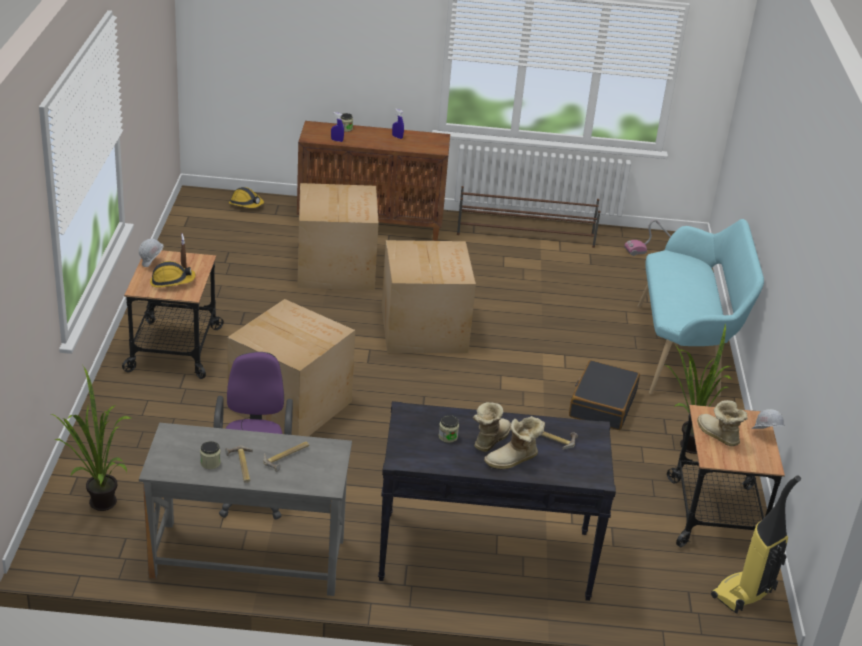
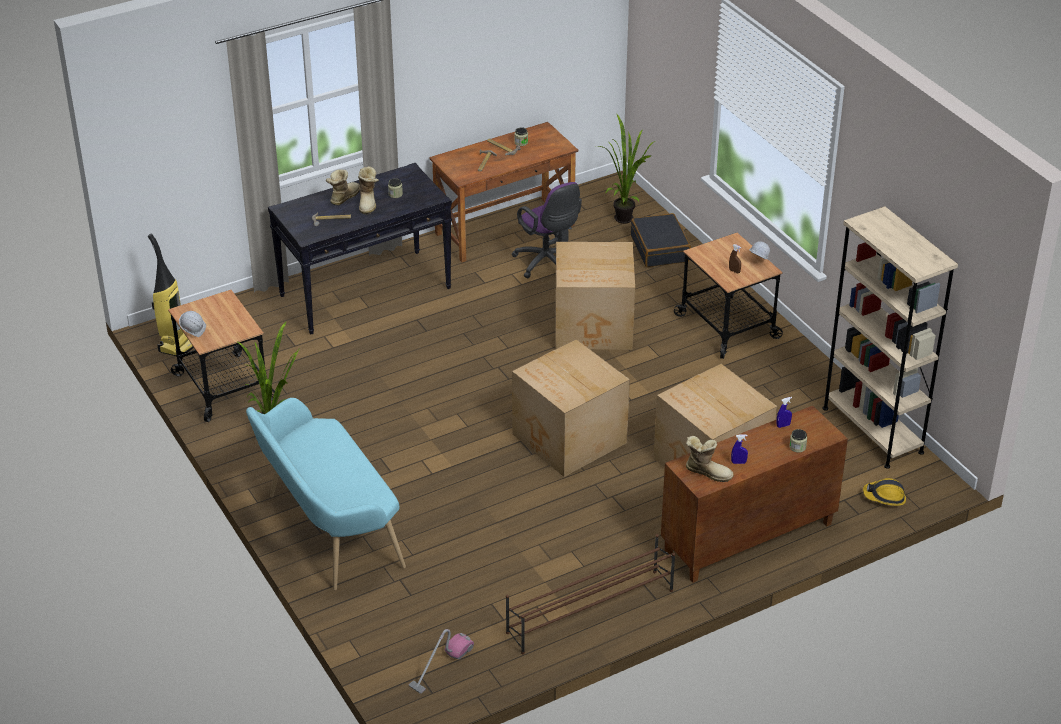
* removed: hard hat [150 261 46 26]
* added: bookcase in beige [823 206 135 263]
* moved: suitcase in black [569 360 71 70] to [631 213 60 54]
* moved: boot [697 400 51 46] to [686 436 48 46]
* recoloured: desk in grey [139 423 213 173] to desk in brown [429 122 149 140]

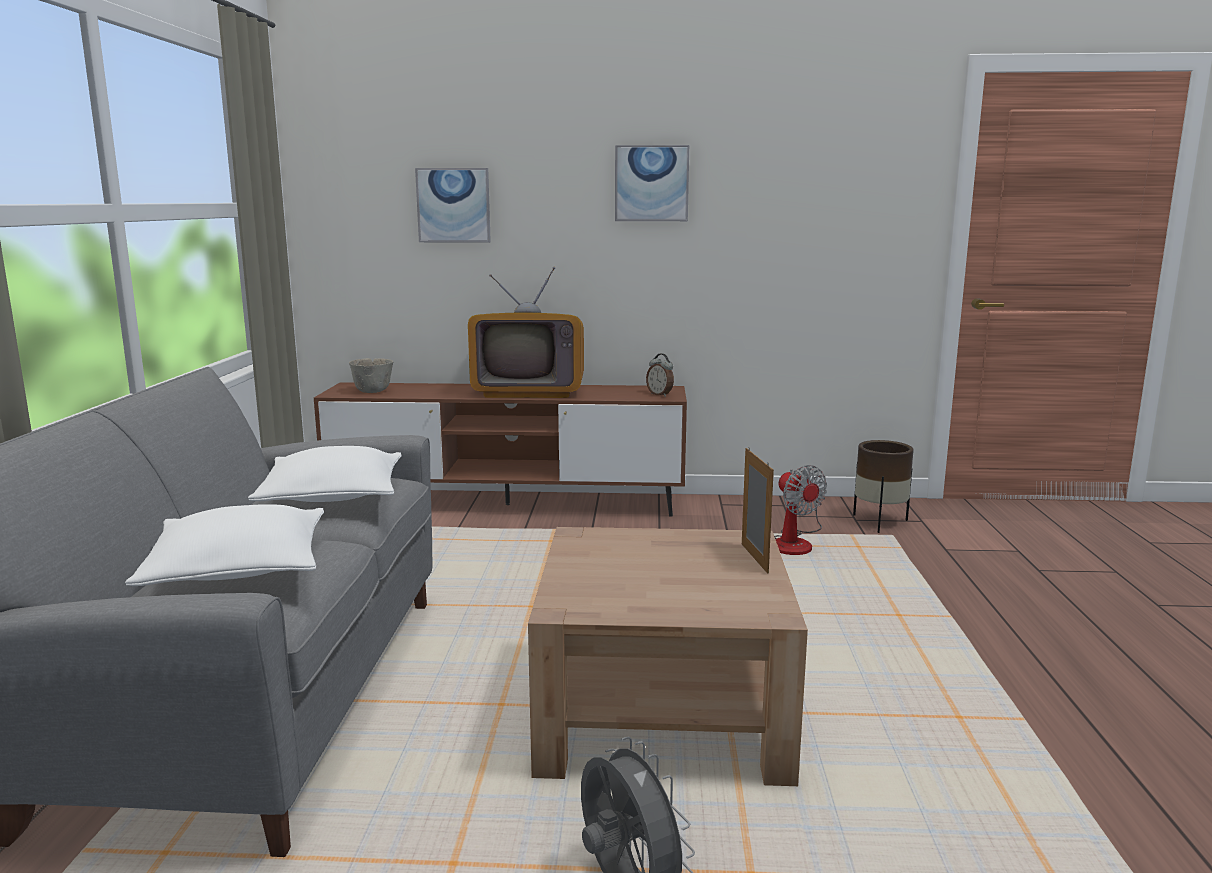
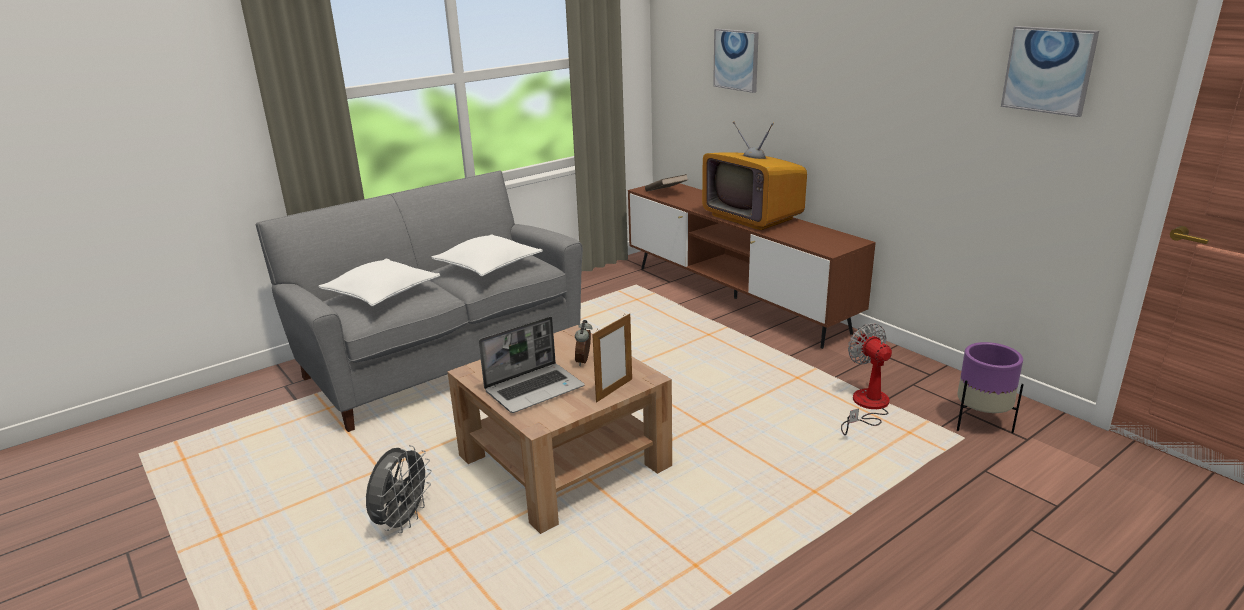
* added: laptop [479 316 105 97]
* moved: picture [615 145 74 76] to [1001 26 98 91]
* moved: alarm clock [646 354 28 43] to [575 320 17 46]
* replaced: bowl in grey [349 358 44 35] to book in brown [645 174 43 17]
* recoloured: planter in brown [853 440 61 93] to planter in purple [957 342 67 91]
* turned: fan [774 465 53 90] = [841 323 51 112] 135 degrees clockwise

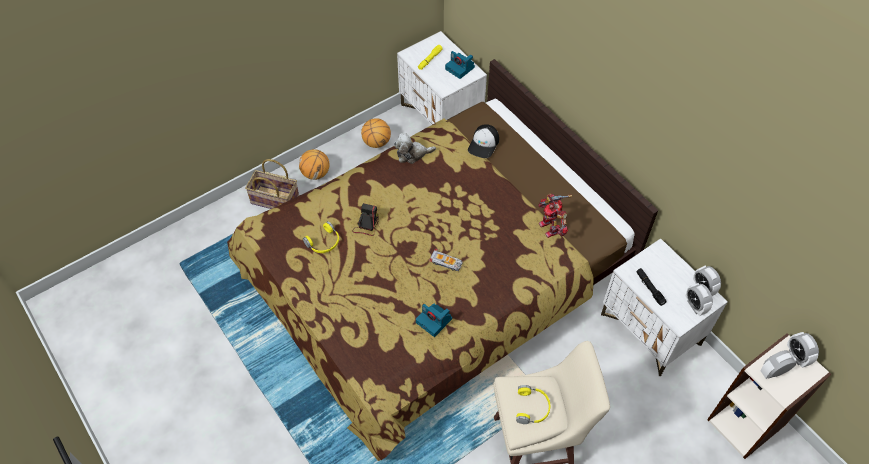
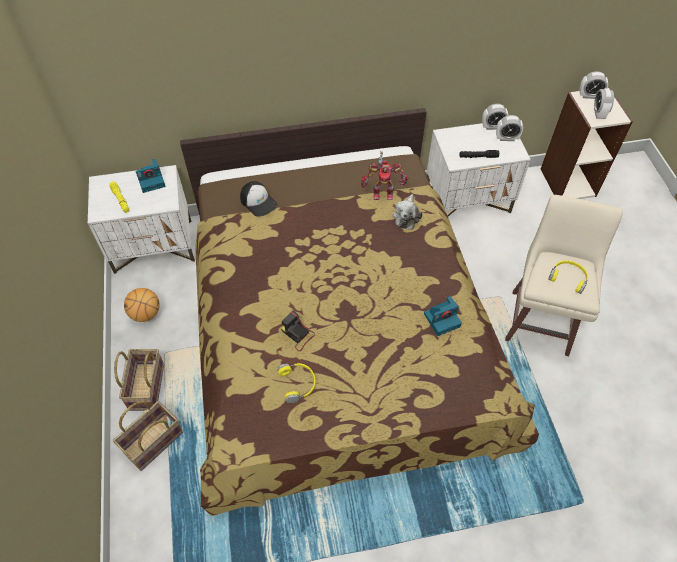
* removed: toy car [429 249 34 22]
* moved: plush toy [394 133 42 31] to [392 194 30 36]
* replaced: basketball [299 149 30 31] to basket [114 349 50 62]

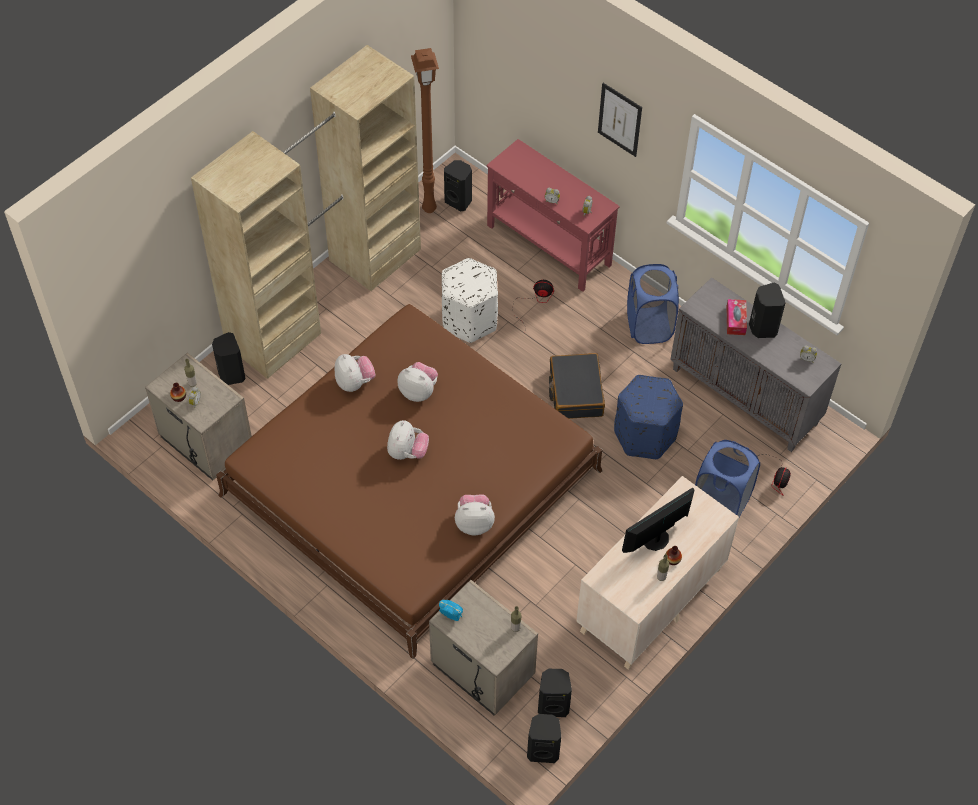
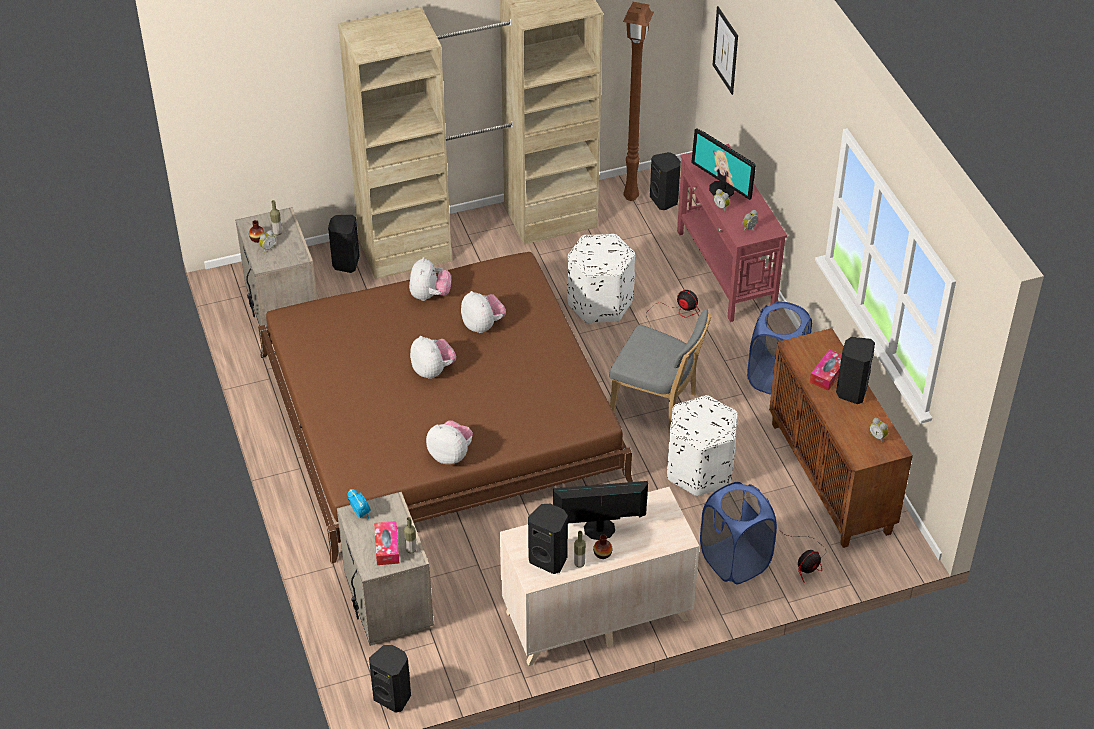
* added: tissue box [374 521 25 44]
* added: monitor [691 128 65 72]
* moved: speaker in black [538 669 34 48] to [528 504 40 70]
* moved: picture [598 83 44 74] to [713 6 25 89]
* replaced: suitcase in black [549 353 56 66] to chair in grey [610 309 102 124]
* recoloured: ottoman in blue [614 375 69 84] to ottoman in white [667 395 71 101]
* recoloured: cabinet in grey [670 277 171 175] to cabinet in brown [769 328 144 220]
* turned: plush toy [387 420 42 40] = [410 336 46 43] 75 degrees counterclockwise

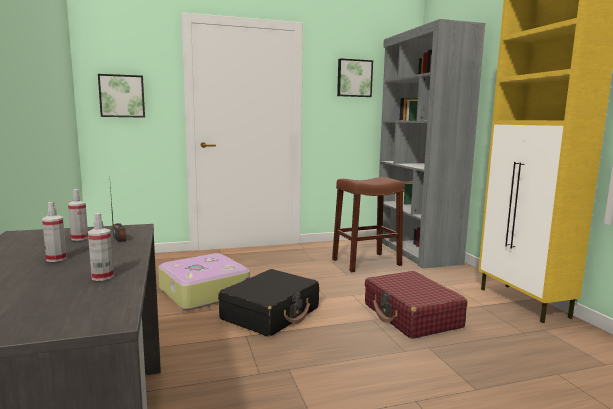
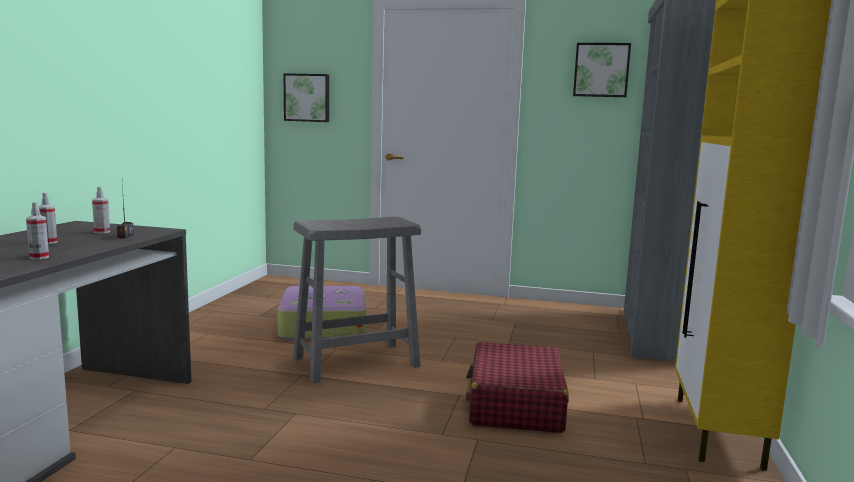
* removed: stool in brown [332 177 72 95]
* replaced: suitcase in black [218 269 101 68] to stool in grey [293 217 128 166]

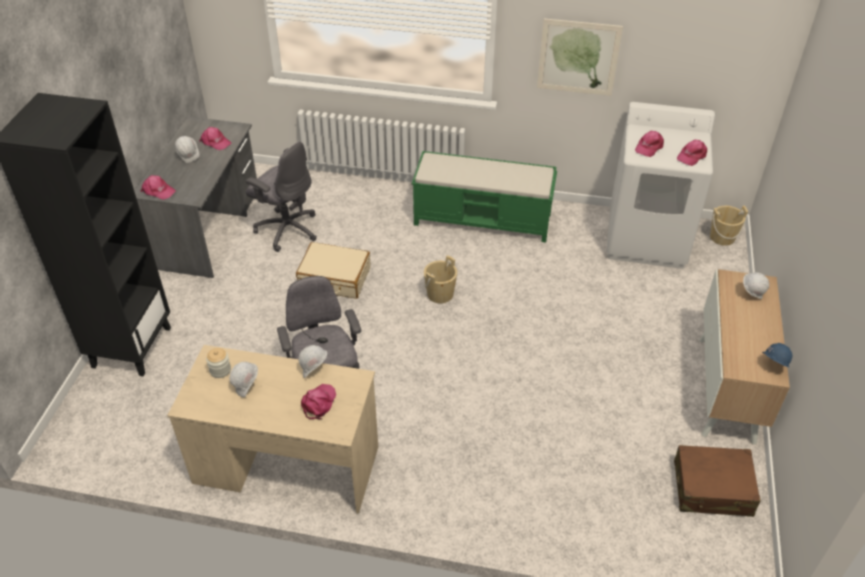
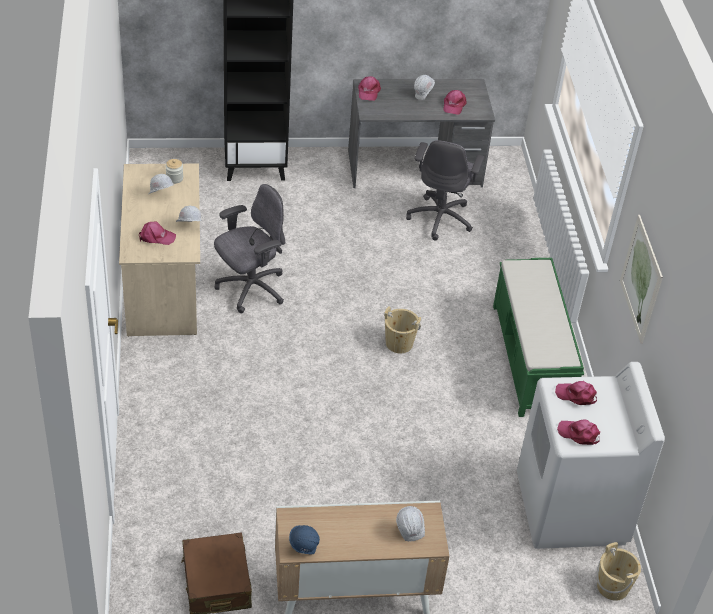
* removed: suitcase in beige [296 242 75 57]

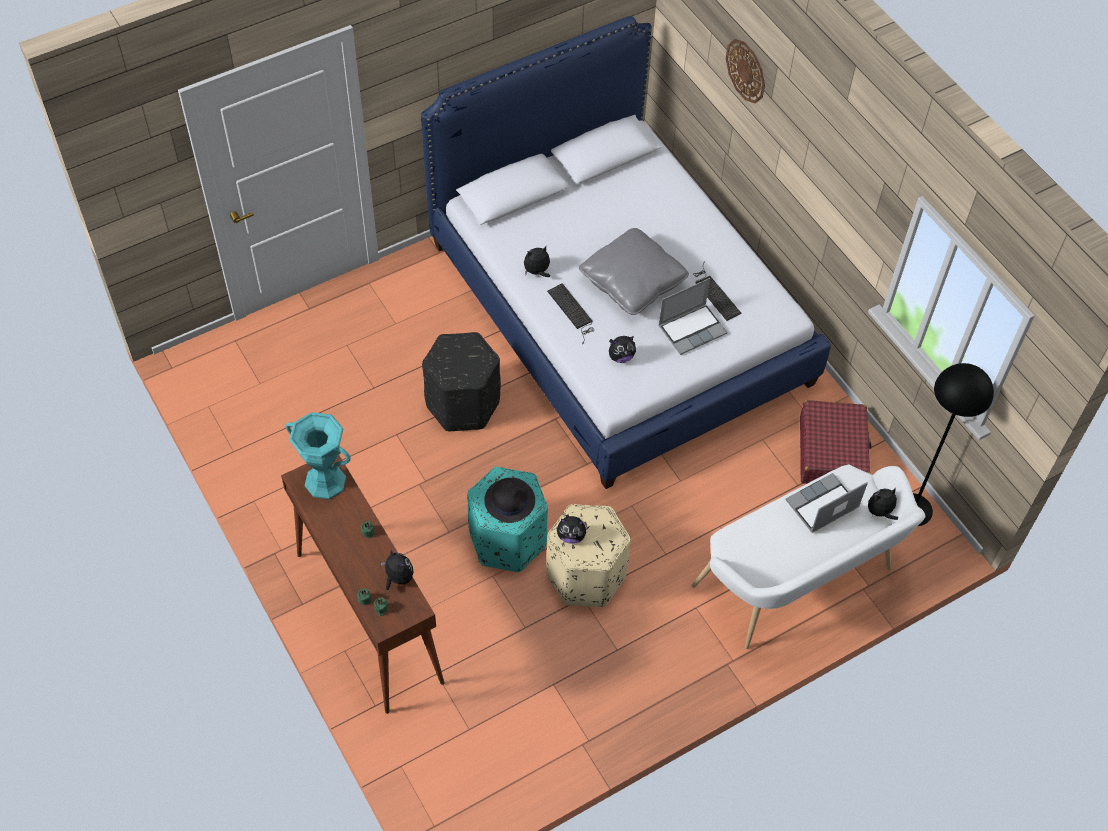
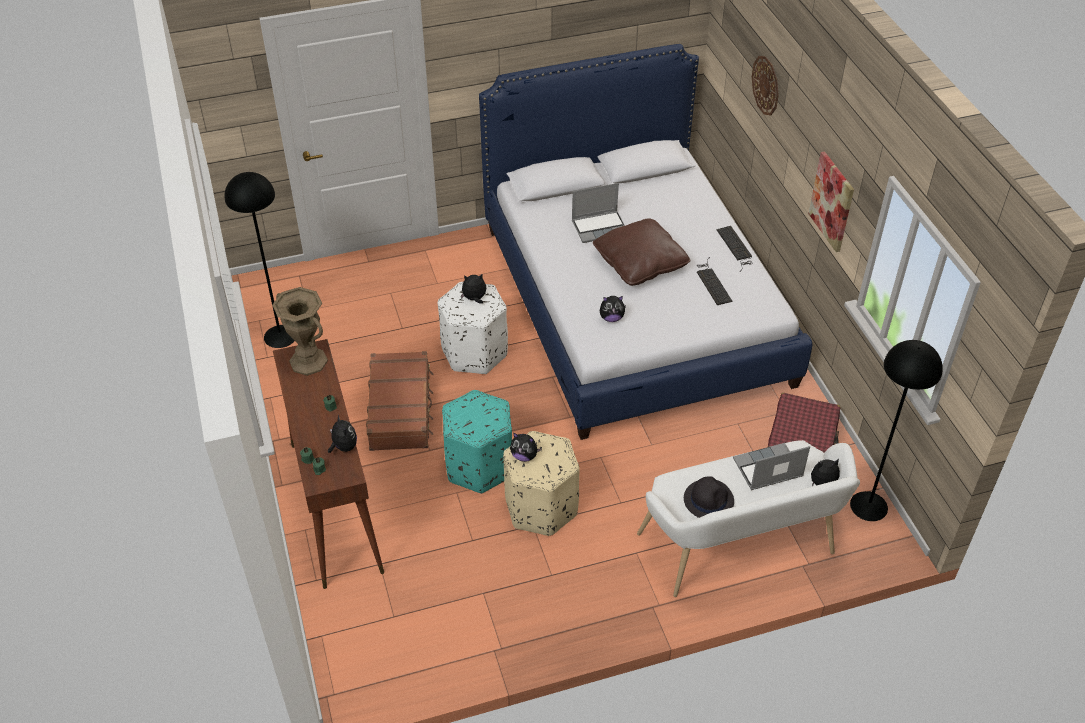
* added: floor lamp in black [224 172 71 176]
* added: suitcase in brown [366 351 67 100]
* added: picture [808 151 46 101]
* moved: hat in black [484 478 51 45] to [684 476 50 42]
* moved: plush toy [524 246 26 31] to [461 273 25 31]
* moved: keyboard [547 283 47 61] to [717 226 36 46]
* moved: laptop [658 278 70 77] to [572 183 53 60]
* recoloured: vase in turquoise [286 412 64 87] to vase in brown [272 287 56 89]
* recoloured: ottoman in black [422 332 79 99] to ottoman in white [438 282 70 92]
* recoloured: pillow in grey [579 228 110 87] to pillow in brown [593 219 98 67]

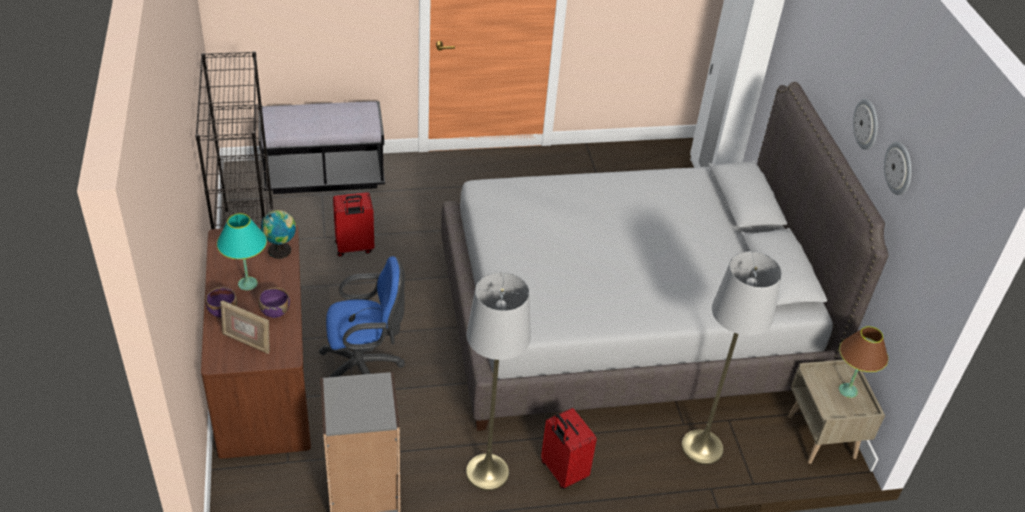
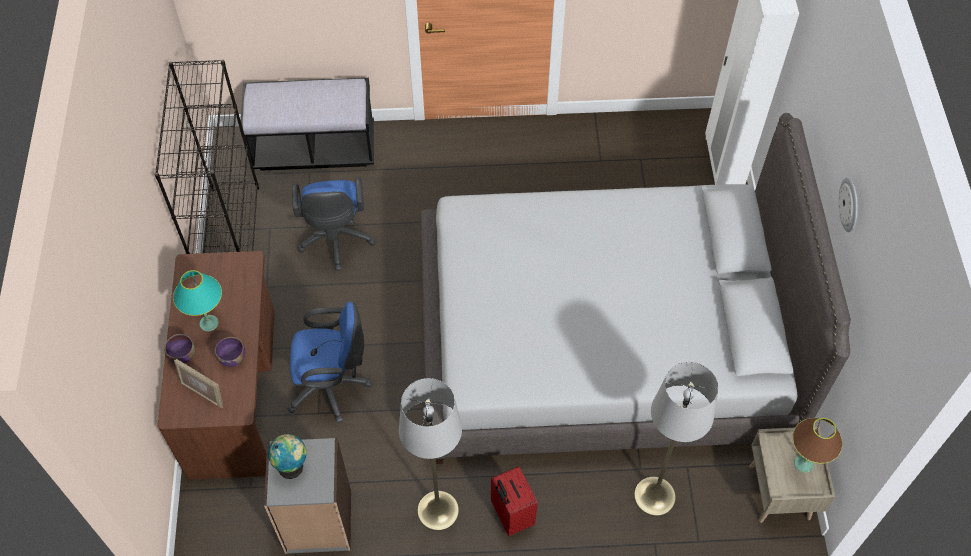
* removed: wall clock [884 142 28 53]
* moved: globe [261 210 35 49] to [268 434 39 45]
* replaced: suitcase in red [333 192 41 65] to office chair in blue [292 177 84 94]

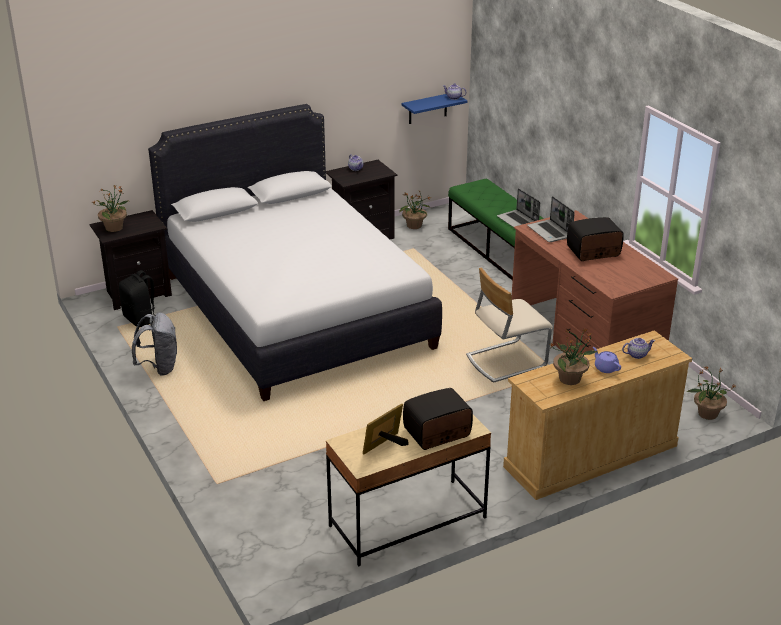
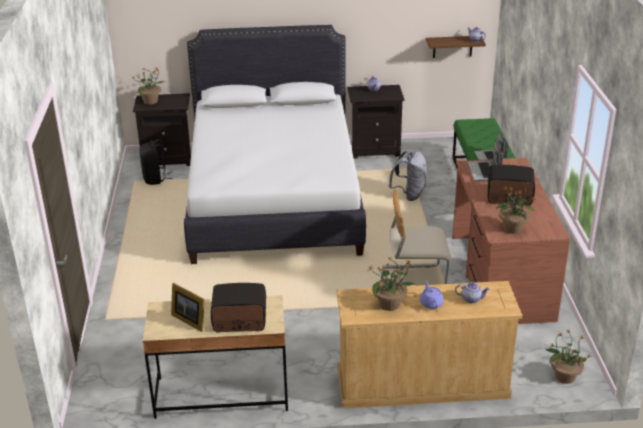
* moved: backpack in grey [132 313 45 62] to [389 150 38 51]
* moved: potted plant [399 192 32 37] to [496 186 40 48]
* recoloured: shelf in blue [401 94 66 30] to shelf in brown [426 36 60 22]
* turned: picture frame [363 403 46 51] = [171 283 34 49] 120 degrees counterclockwise

